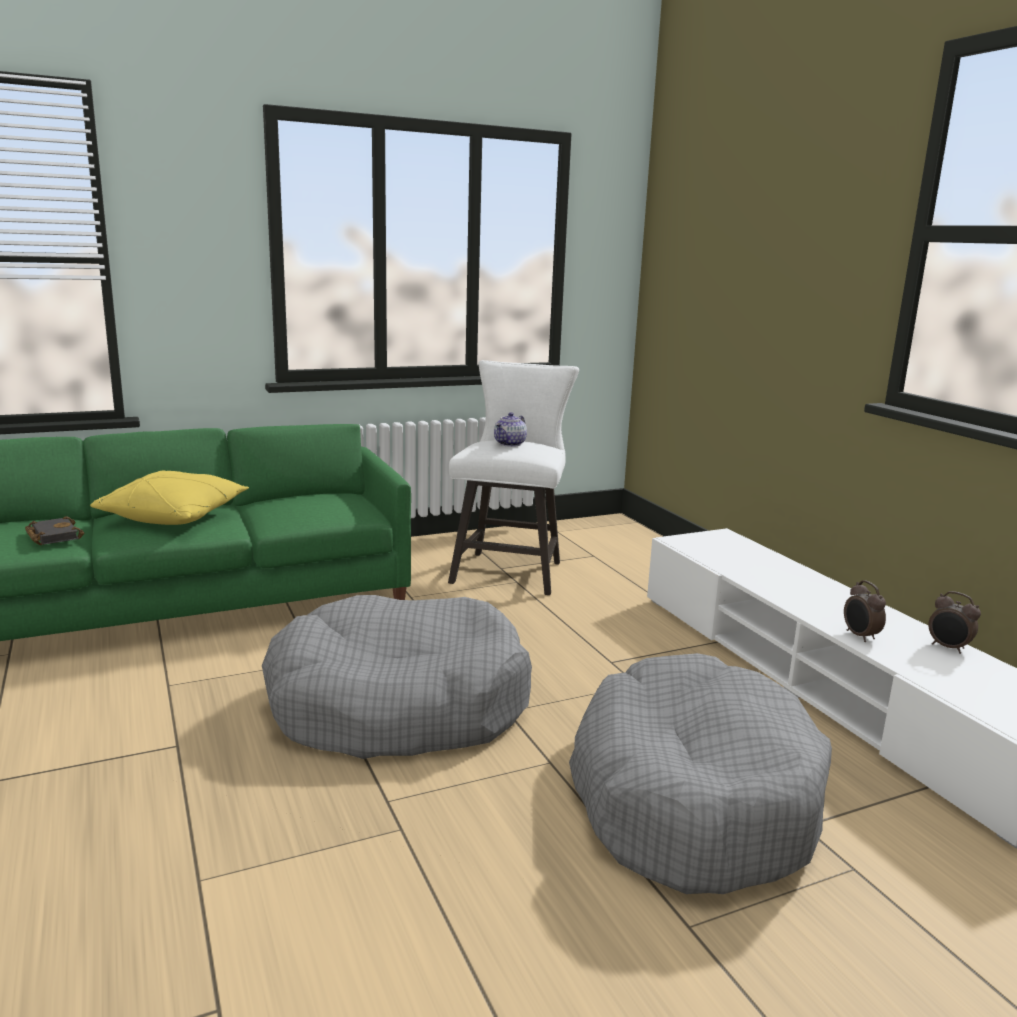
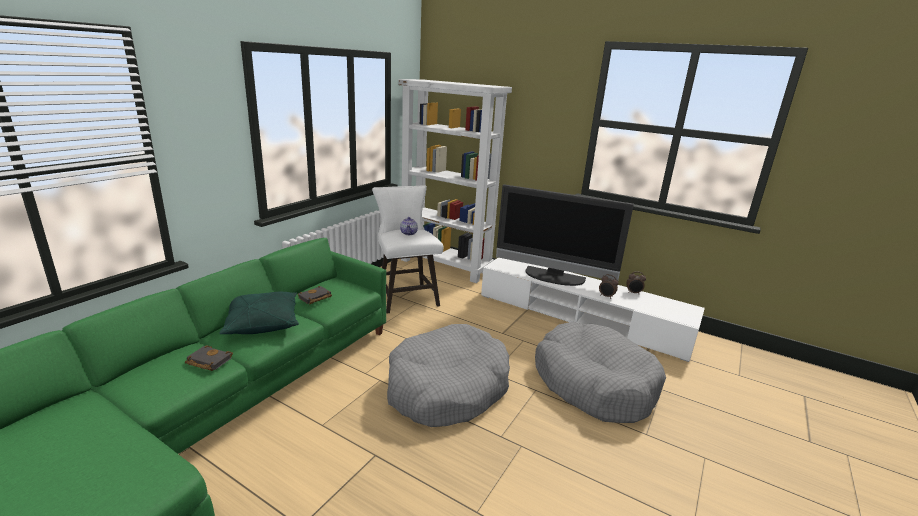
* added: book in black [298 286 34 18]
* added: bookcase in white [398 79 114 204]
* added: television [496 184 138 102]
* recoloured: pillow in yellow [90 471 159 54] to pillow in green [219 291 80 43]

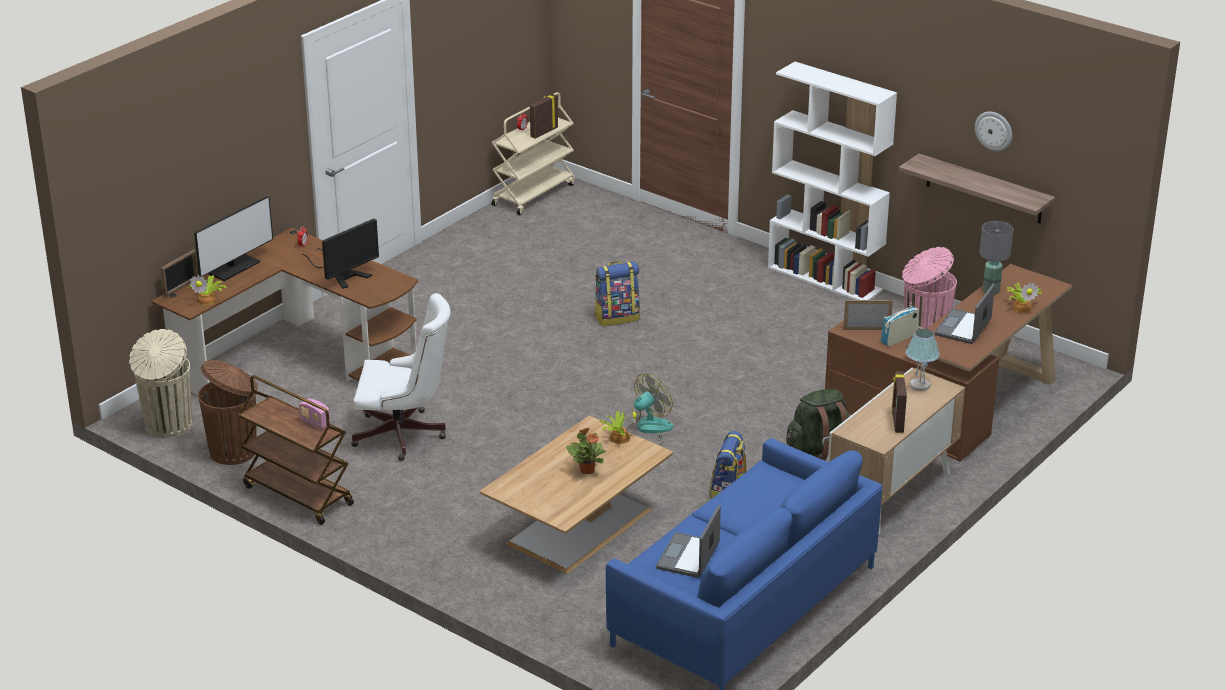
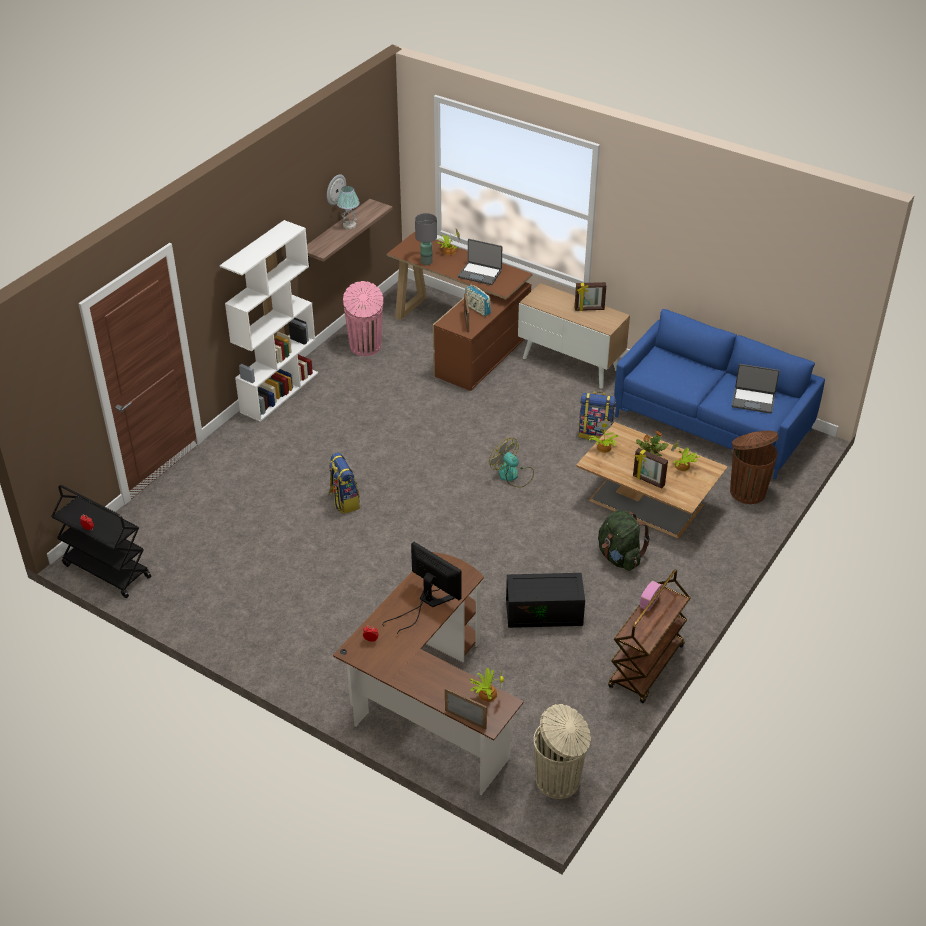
* removed: monitor [194 196 79 85]
* added: potted plant [671 439 29 32]
* moved: trash can in brown [198 360 60 105] to [730 430 49 74]
* moved: picture frame [530 94 28 45] to [633 448 35 41]
* moved: backpack in green [786 389 64 71] to [598 510 52 61]
* moved: table lamp [906 329 33 62] to [337 186 23 43]
* replaced: office chair in white [351 293 100 168] to storage box in black [506 573 79 55]
* recoloured: cart in beige [492 92 83 123] to cart in black [51 485 100 113]

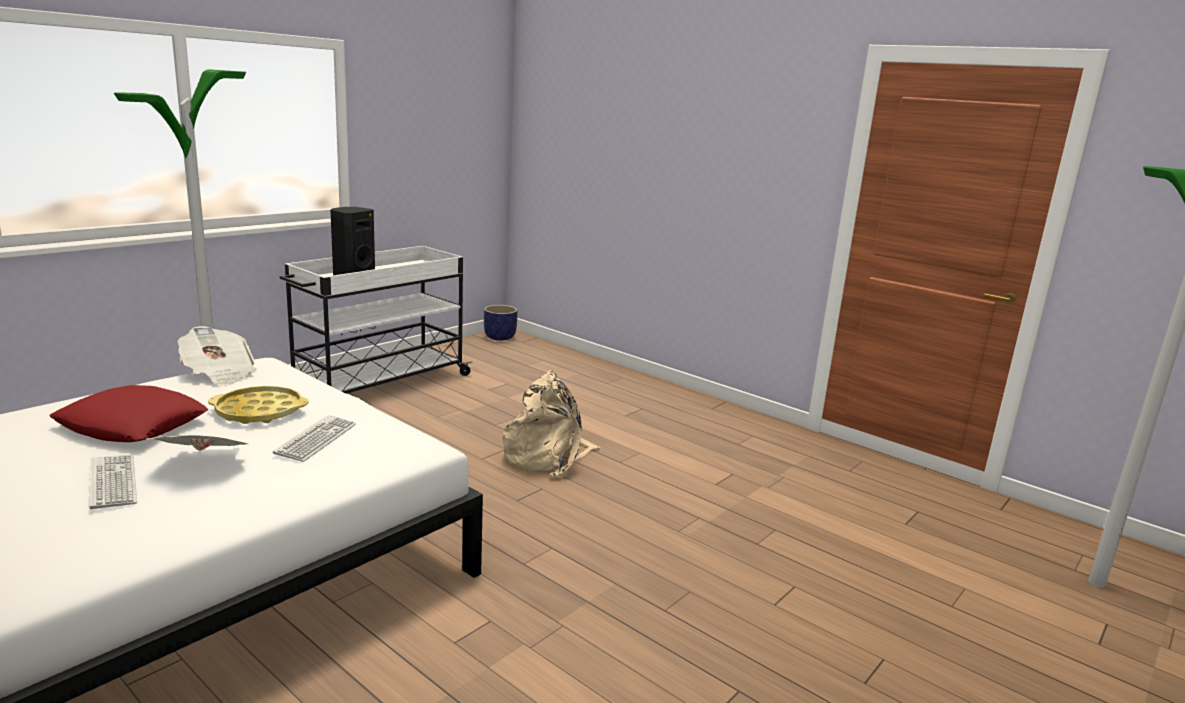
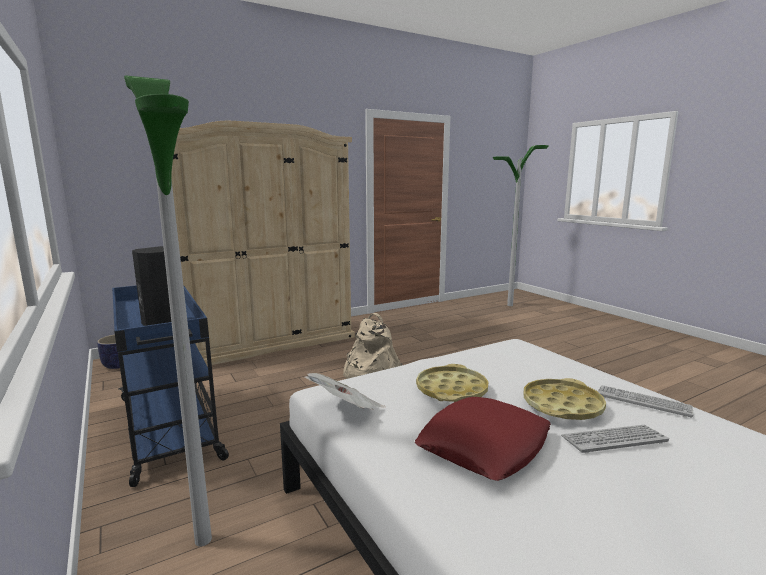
* added: wardrobe in beige [171 120 184 246]
* moved: keyboard [273 415 83 47] to [598 385 95 33]
* replaced: newspaper [146 435 101 16] to tray in yellow [524 378 82 42]
* recoloured: cart in white [280 246 193 148] to cart in blue [112 285 117 202]

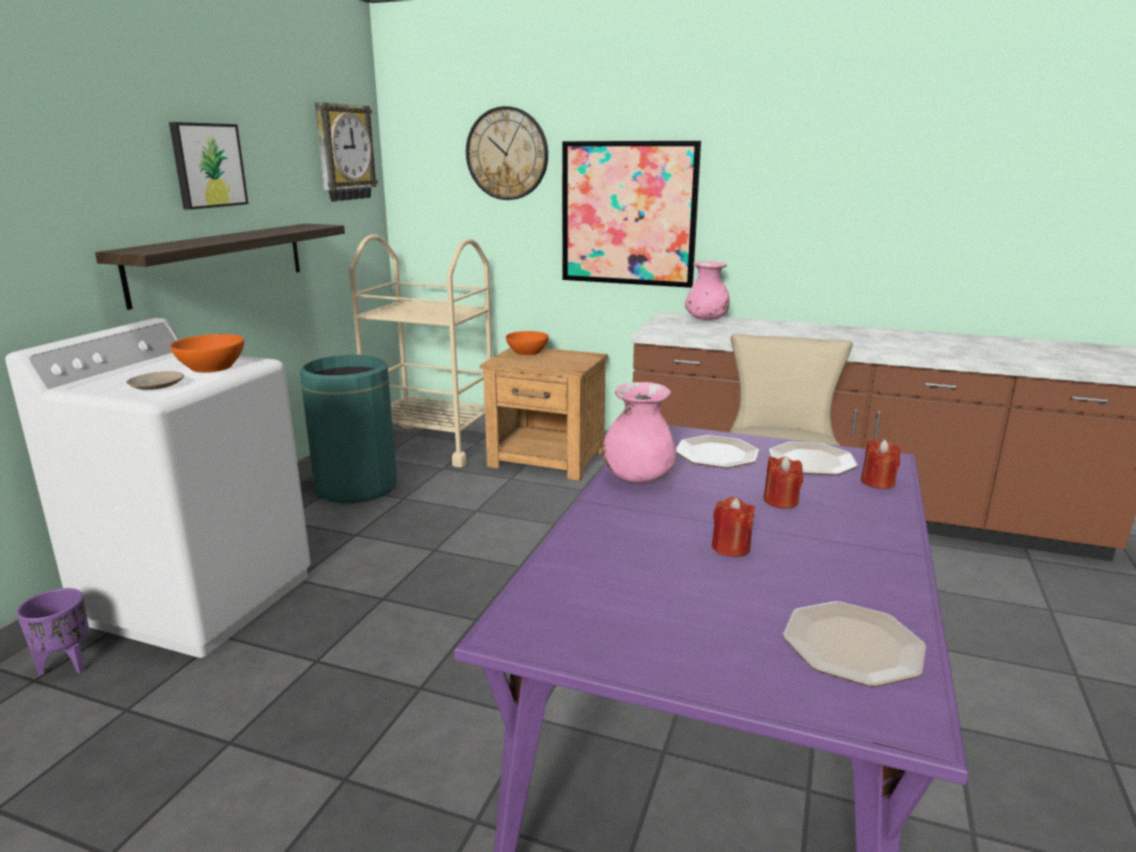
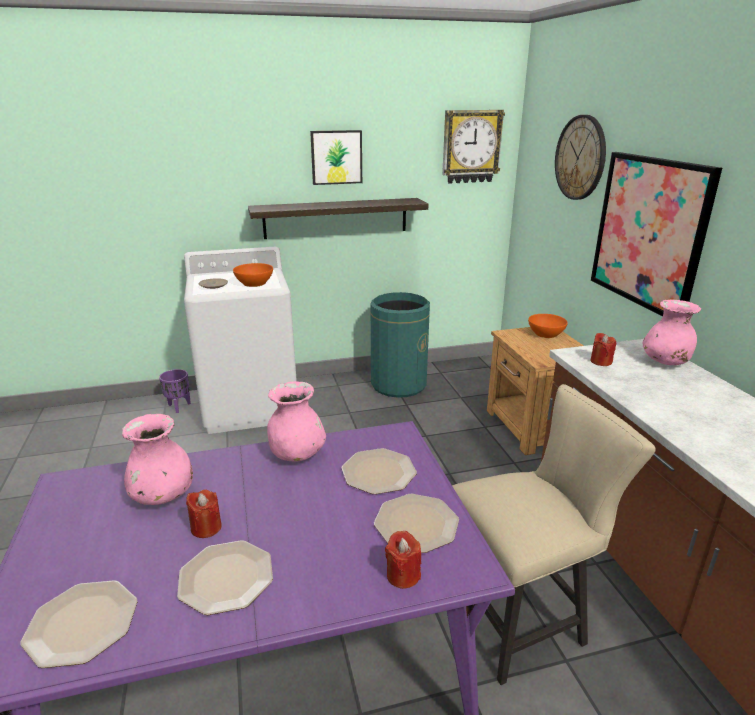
* removed: cart in beige [349 234 143 233]
* added: vase in pink [122 414 71 91]
* added: plate [177 540 96 75]
* moved: candle in red [764 456 39 53] to [591 333 25 33]

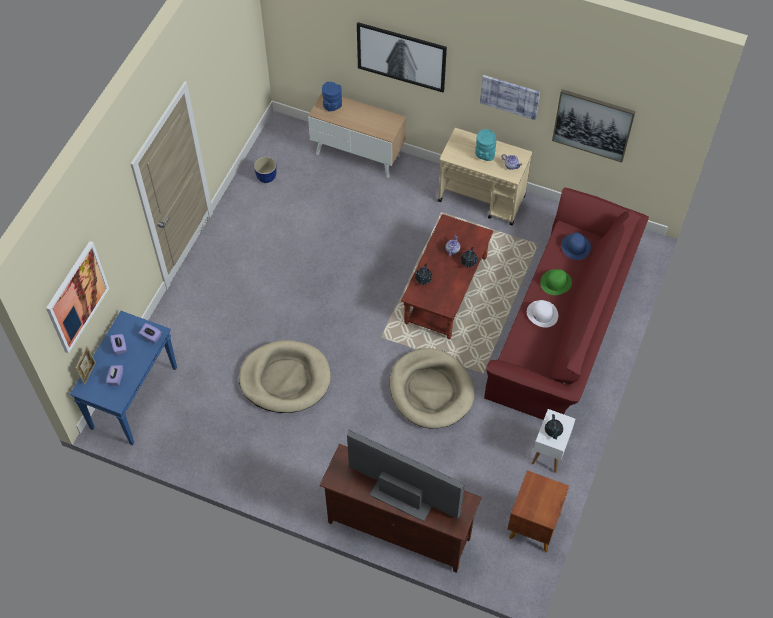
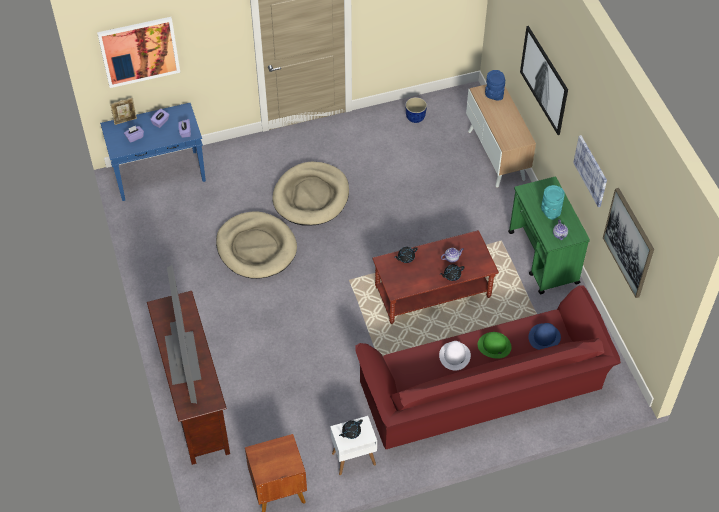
* moved: dog bed in beige [390 348 84 80] to [273 161 76 65]
* recoloured: cart in beige [438 128 95 98] to cart in green [508 177 82 117]

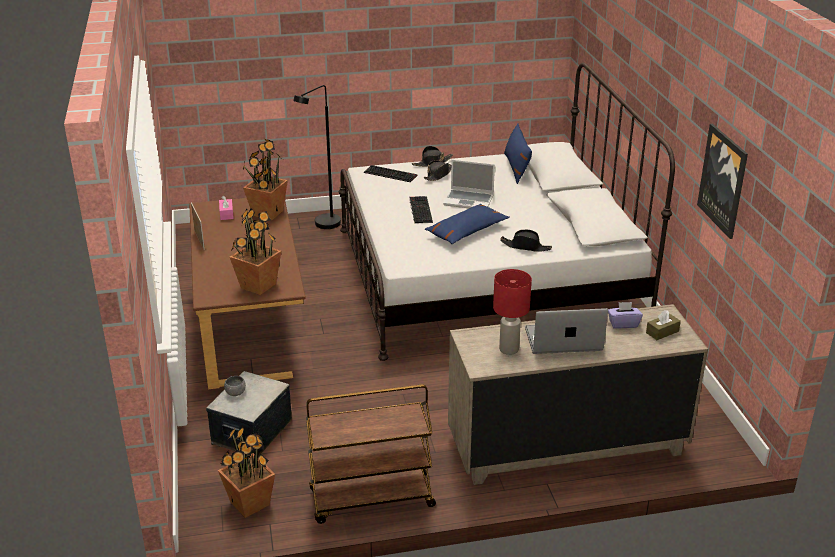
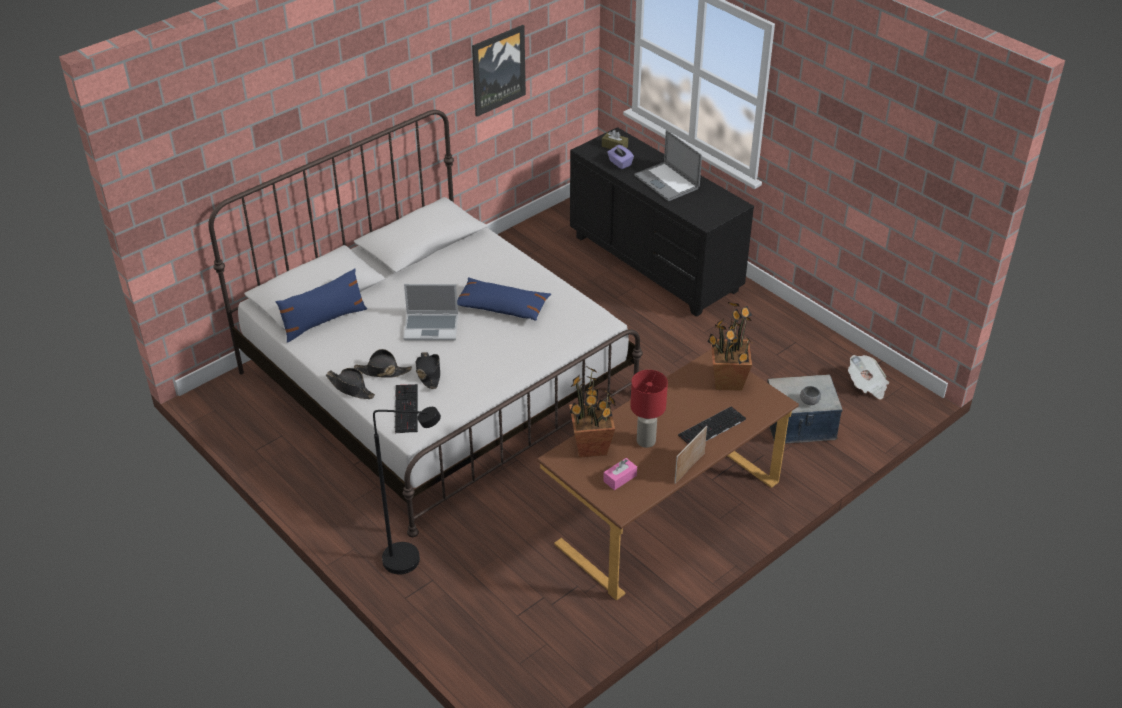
* removed: cart in brown [306 384 130 140]
* moved: keyboard [409 196 24 28] to [678 406 68 38]
* moved: table lamp in red [493 269 39 86] to [630 370 38 78]
* moved: hat in black [500 230 52 22] to [416 352 24 37]
* replaced: potted plant [218 426 57 92] to newspaper [848 355 41 44]
* recoloured: dresser in beige [448 304 260 181] to dresser in black [570 127 184 190]
* turned: laptop [443 160 52 48] = [403 284 55 57] 105 degrees clockwise

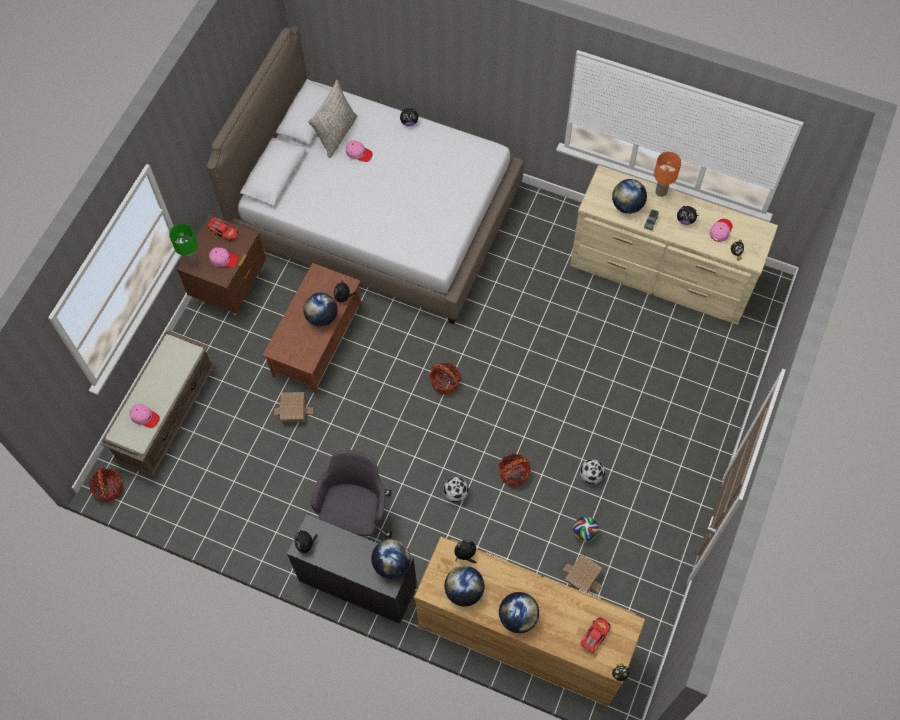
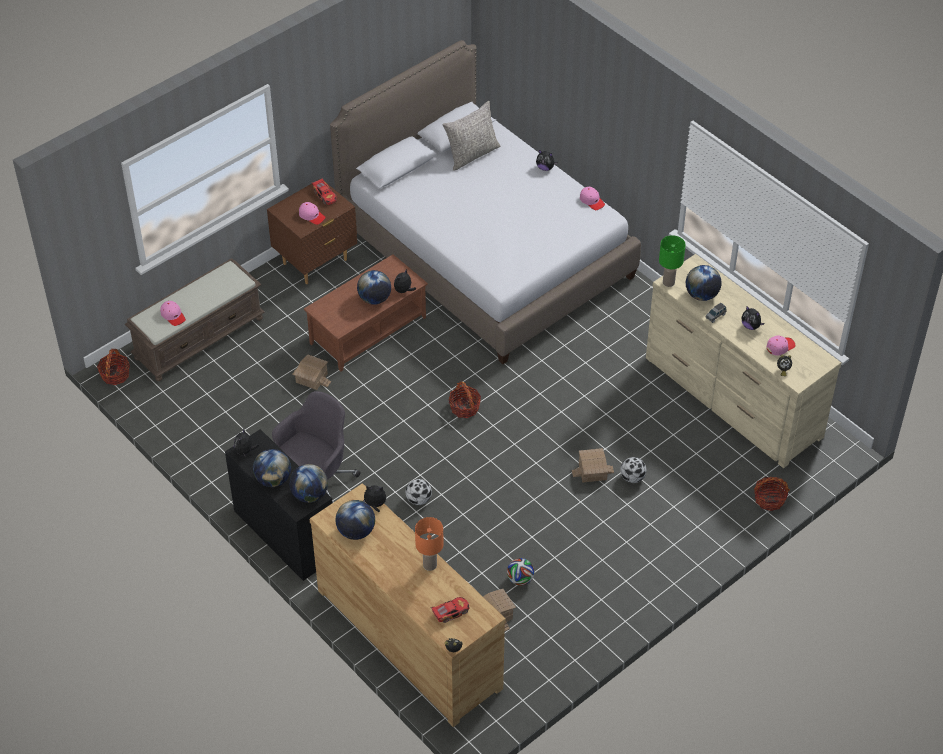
* added: toy house [572 448 42 34]
* moved: table lamp in green [169 223 29 43] to [659 235 27 52]
* moved: cap in pink [346 141 27 21] to [580 187 25 23]
* moved: basket [498 453 33 34] to [754 477 36 34]
* moved: globe [499 592 40 41] to [253 449 38 38]
* moved: football [580 459 25 25] to [620 457 27 26]
* moved: table lamp in orange [654 152 27 45] to [415 517 29 54]

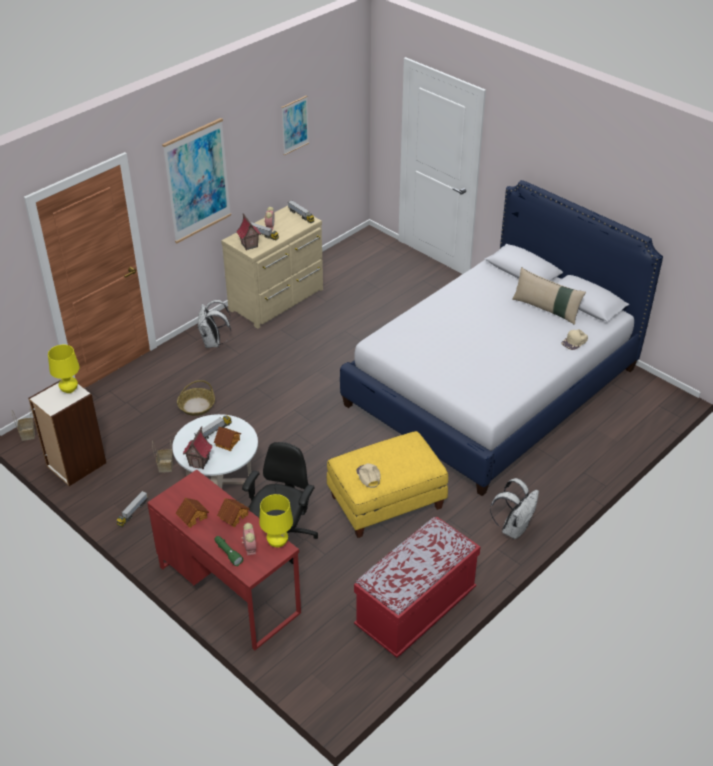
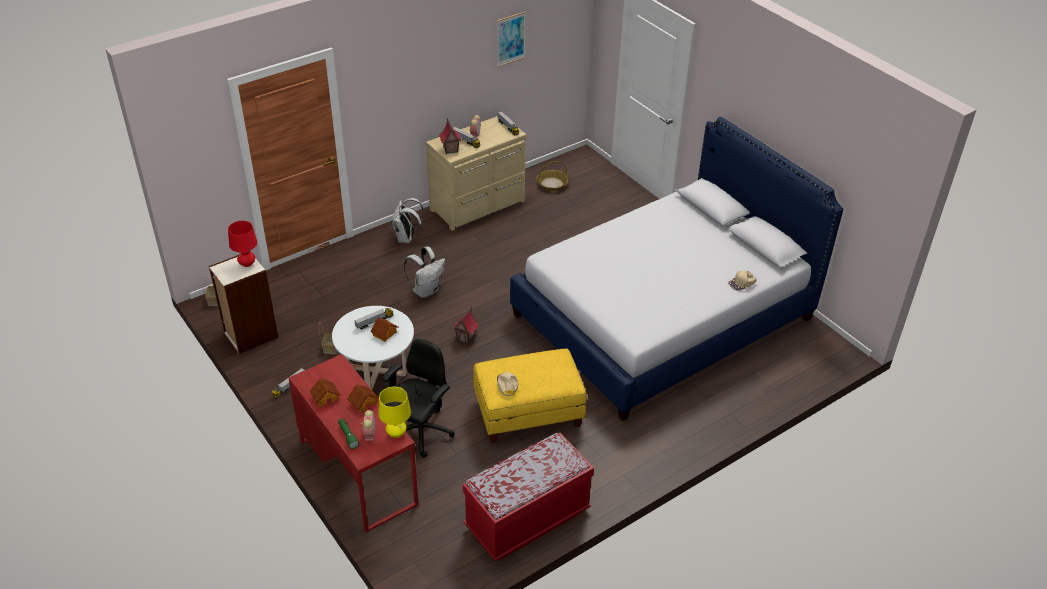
* removed: picture [162 118 69 125]
* removed: pillow in beige [512 267 74 58]
* moved: basket [177 380 38 36] to [536 161 32 30]
* moved: toy house [183 426 29 43] to [453 306 26 38]
* moved: backpack in white [490 478 49 61] to [404 246 41 52]
* recoloured: table lamp in yellow [48 345 32 48] to table lamp in red [228 221 29 46]

